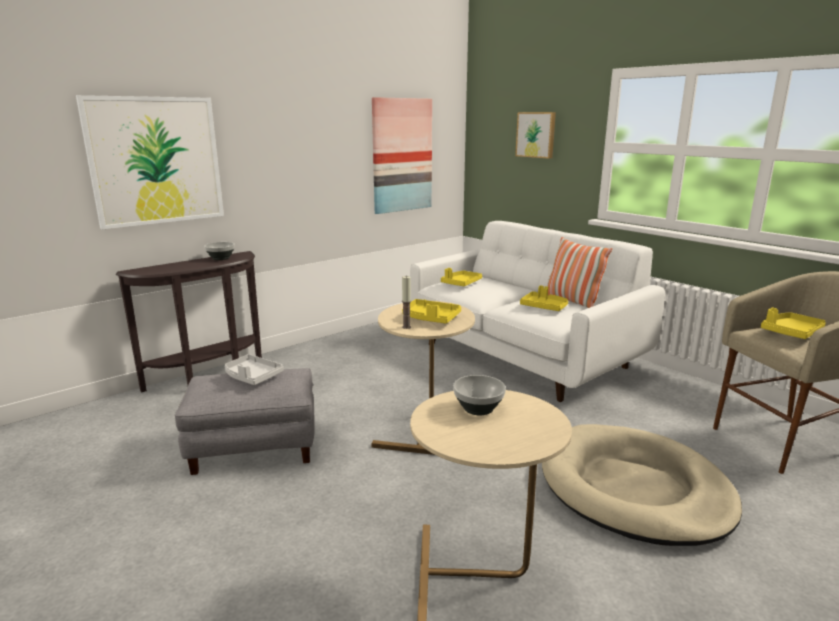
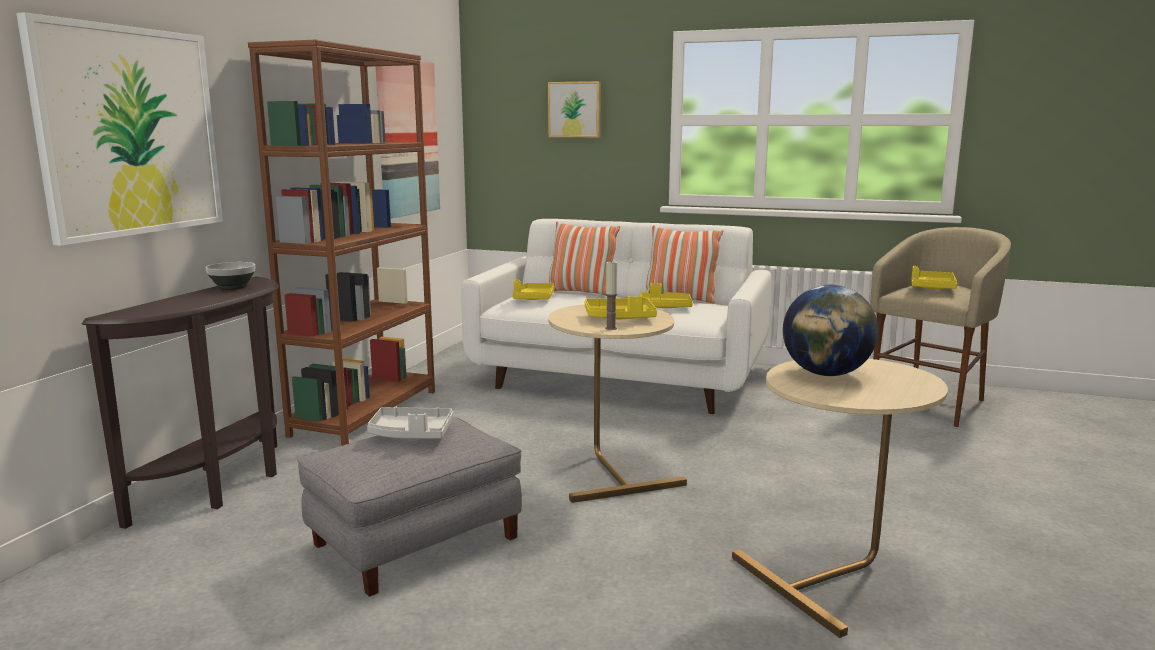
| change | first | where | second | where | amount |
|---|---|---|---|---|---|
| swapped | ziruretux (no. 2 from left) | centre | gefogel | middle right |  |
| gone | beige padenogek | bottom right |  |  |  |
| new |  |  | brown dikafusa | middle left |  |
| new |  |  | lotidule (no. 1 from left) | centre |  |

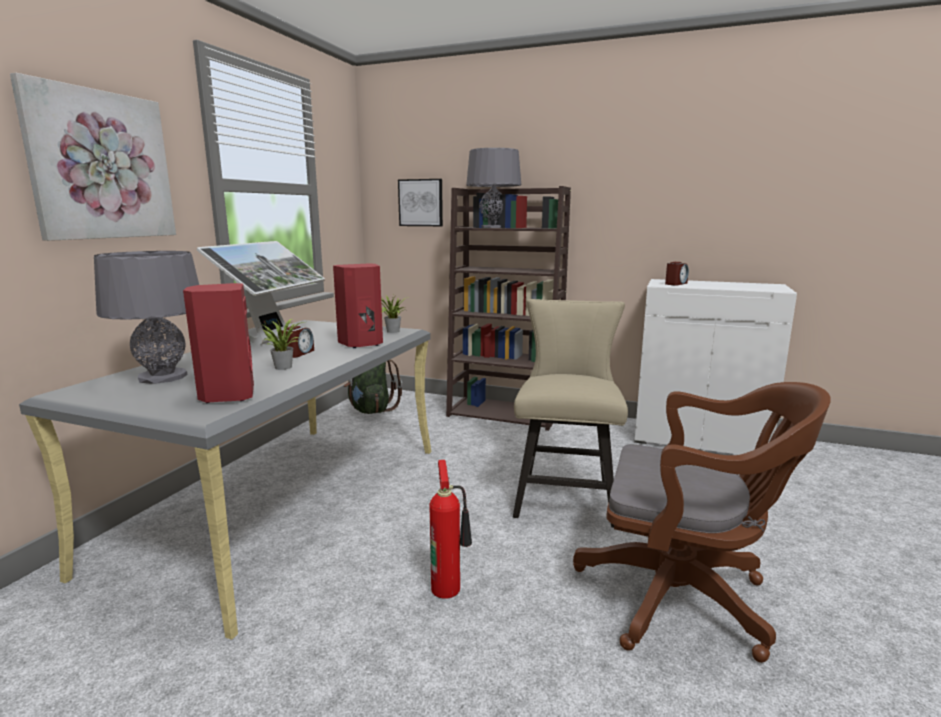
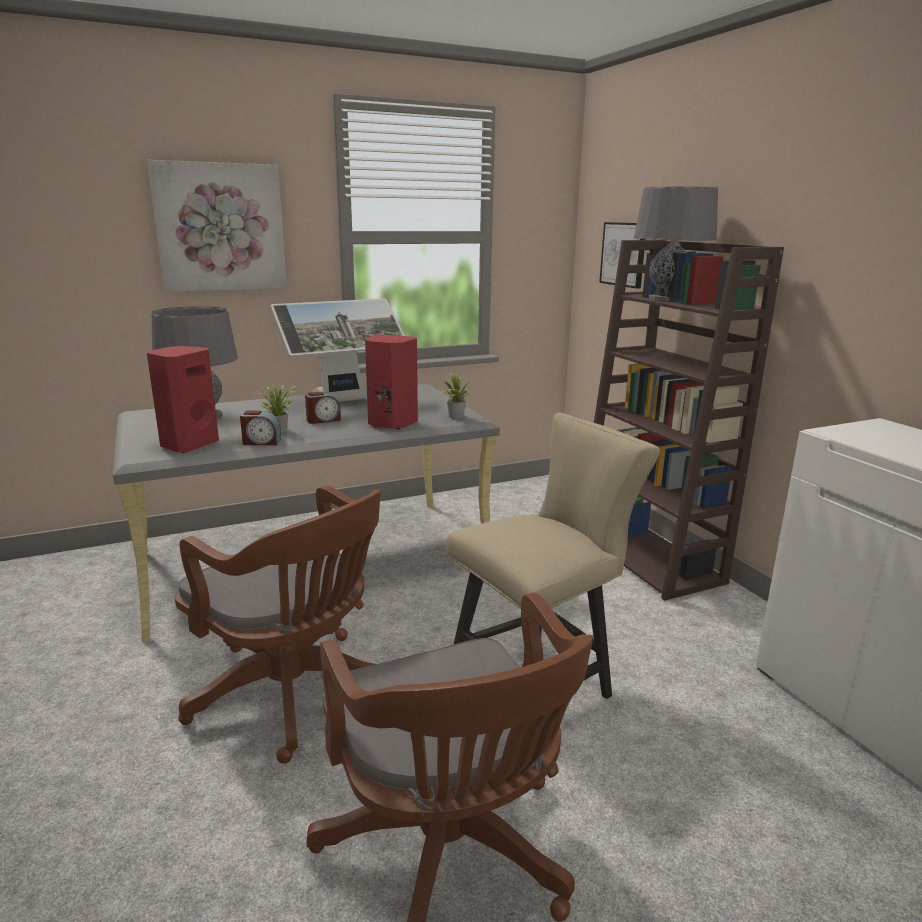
| change | first | where | second | where | amount |
|---|---|---|---|---|---|
| shifted | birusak (no. 2 from left in the first image) | middle right | birusak (no. 1 from left) | middle left |  |
| gone | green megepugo | centre |  |  |  |
| swapped | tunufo | bottom centre | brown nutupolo (no. 1 from left) | bottom left |  |

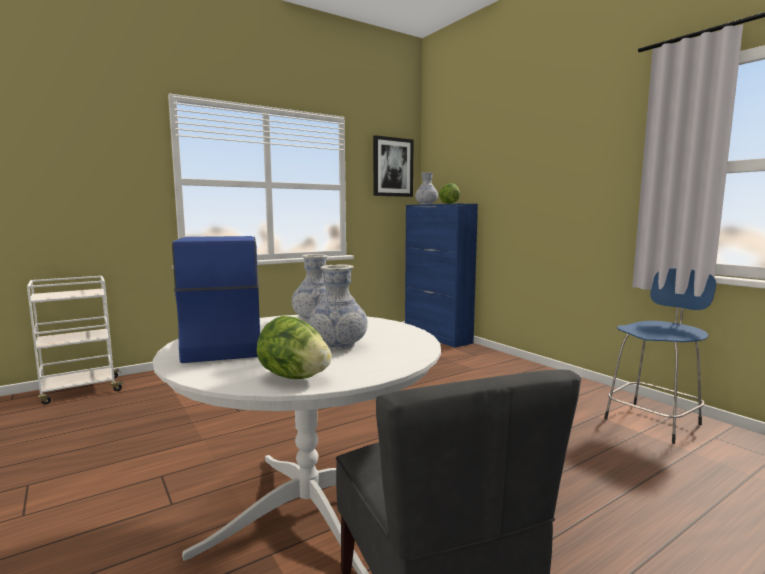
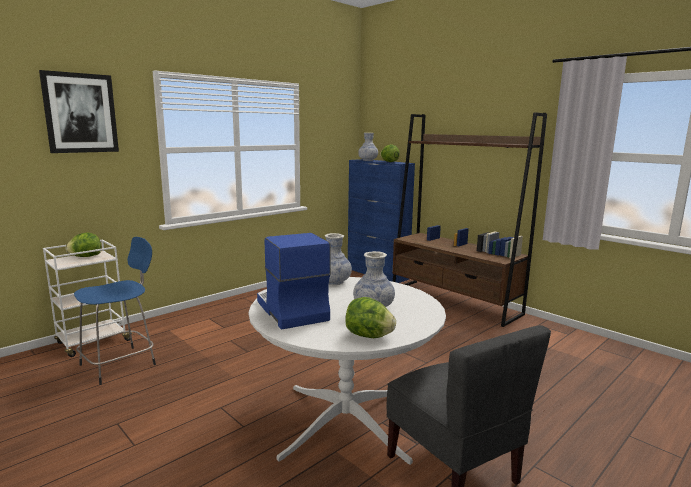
| change | first | where | second | where | amount |
|---|---|---|---|---|---|
| shifted | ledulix | top centre |  | top left |  |
| shifted | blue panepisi | middle right |  | middle left |  |
| new |  |  | brown dikafusa | middle right |  |
| new |  |  | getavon (no. 1 from left) | middle left |  |

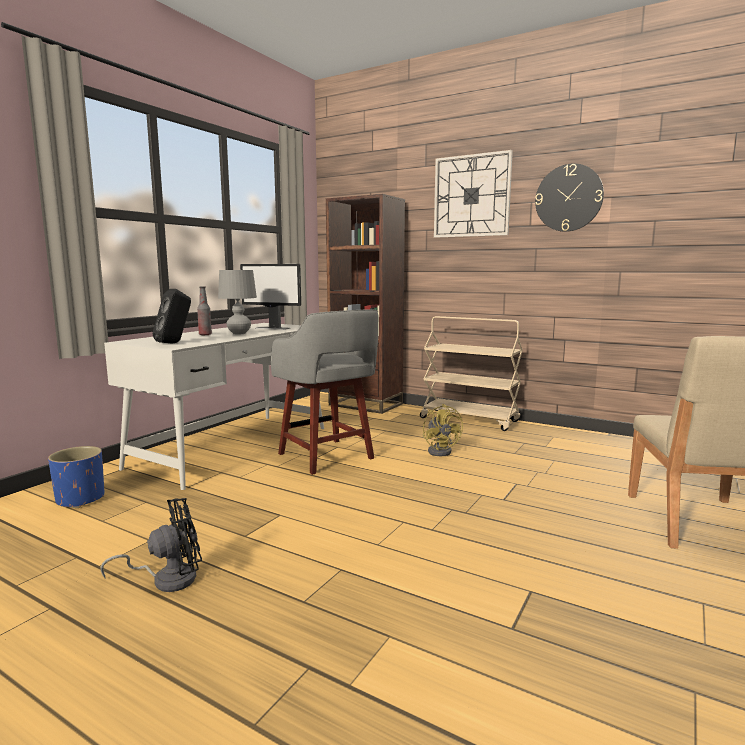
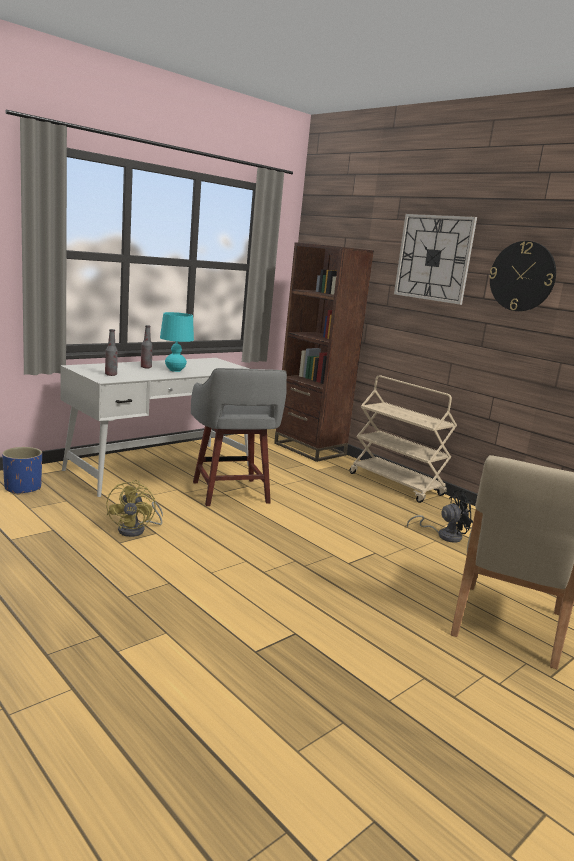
| change | first | where | second | where | amount |
|---|---|---|---|---|---|
| gone | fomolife | centre |  |  |  |
| repainted | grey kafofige | middle left | turquoise kafofige | middle left |  |
| swapped | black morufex | middle left | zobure (no. 1 from left) | middle left |  |
| shifted | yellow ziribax | centre |  | middle left |  |
| shifted | black ziribax | bottom left |  | middle right |  |

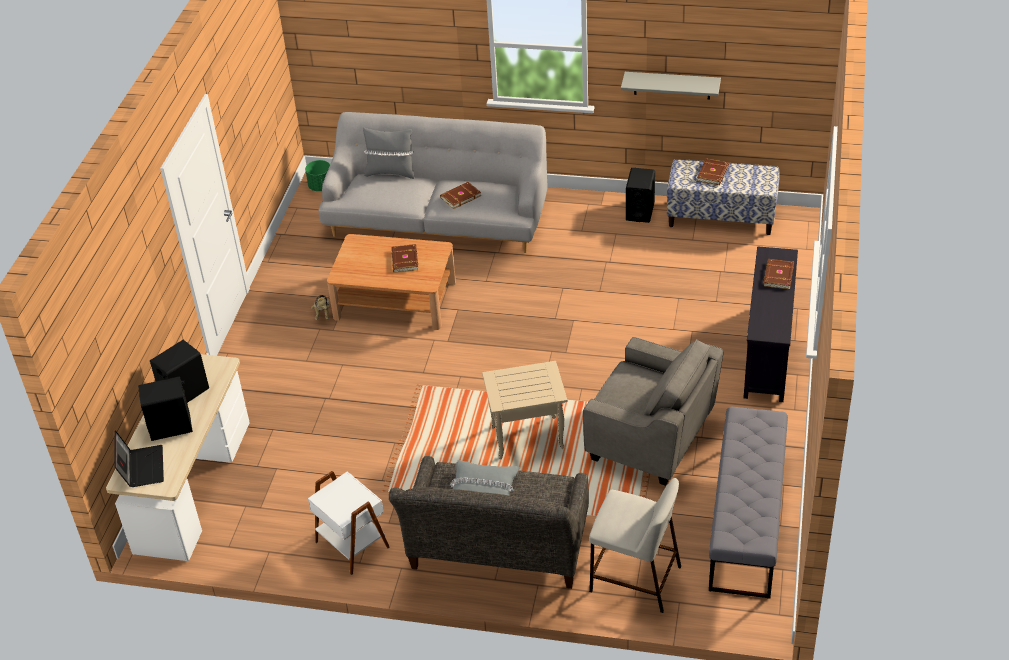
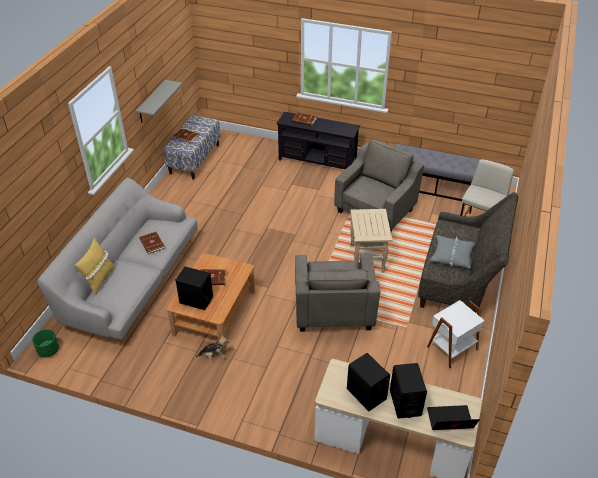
| change | first | where | second | where | amount |
|---|---|---|---|---|---|
| repainted | grey lotidule (no. 1 from left) | top centre | yellow lotidule | middle left |  |
| shifted | black morufex (no. 3 from left in the first image) | top centre | black morufex (no. 1 from left) | middle left |  |
| new |  |  | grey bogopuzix (no. 1 from left) | centre |  |

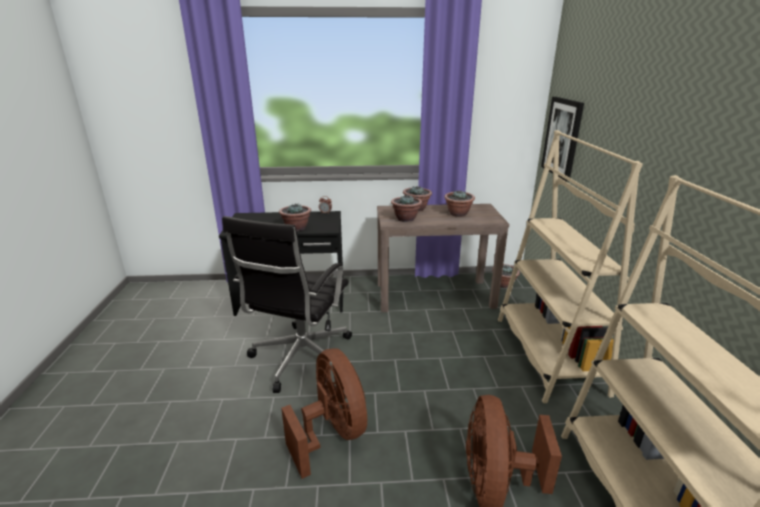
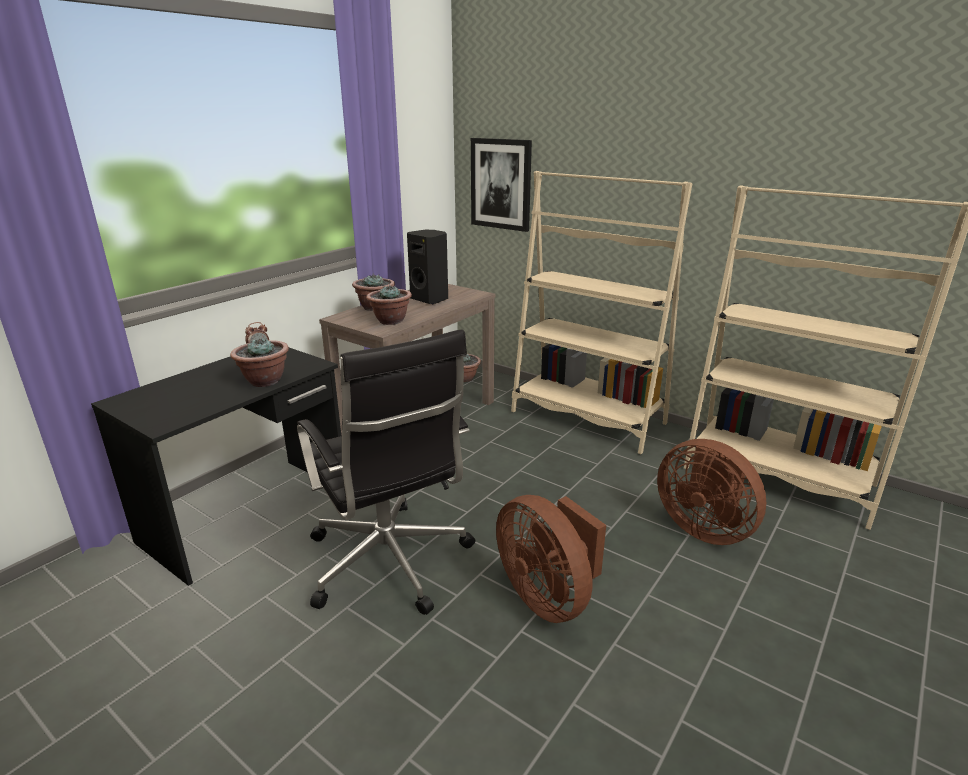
| change | first | where | second | where | amount |
|---|---|---|---|---|---|
| swapped | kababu (no. 4 from left) | centre | black morufex | centre |  |
| rotated | brown ziribax (no. 1 from left) | bottom centre |  | bottom centre | 135 degrees counterclockwise |

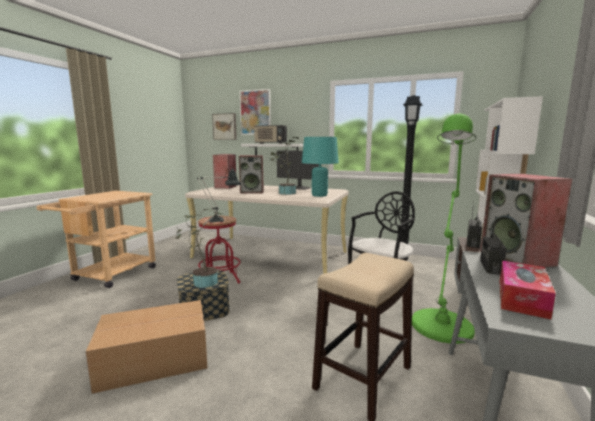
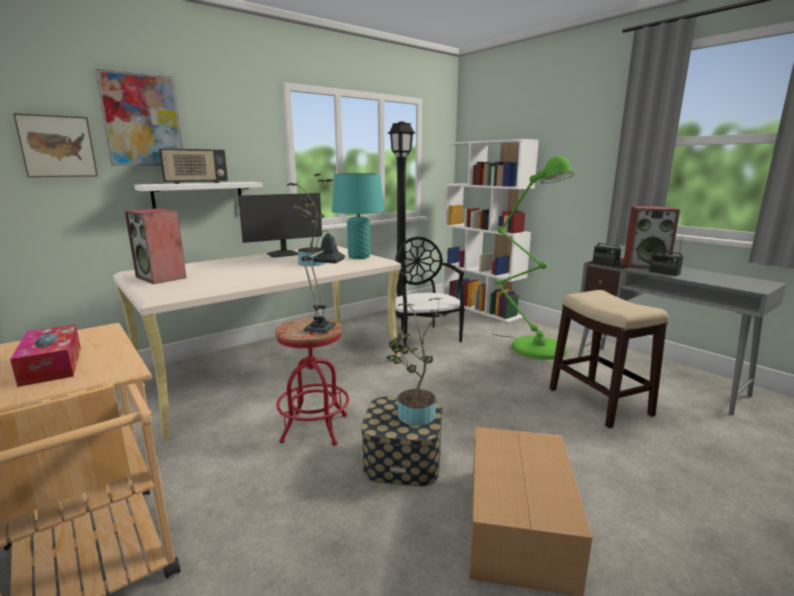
| change | first | where | second | where | amount |
|---|---|---|---|---|---|
| gone | morufex (no. 2 from left) | centre |  |  |  |
| shifted | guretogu | bottom right |  | middle left |  |

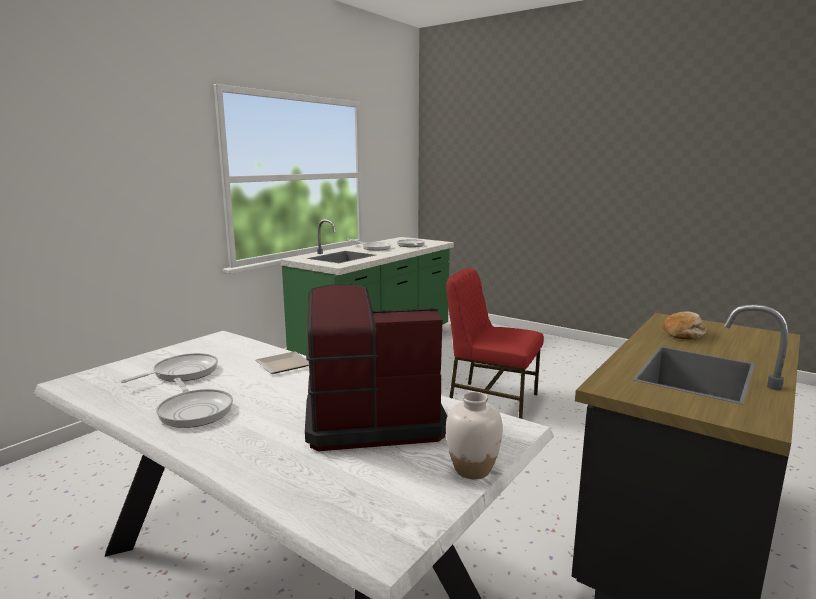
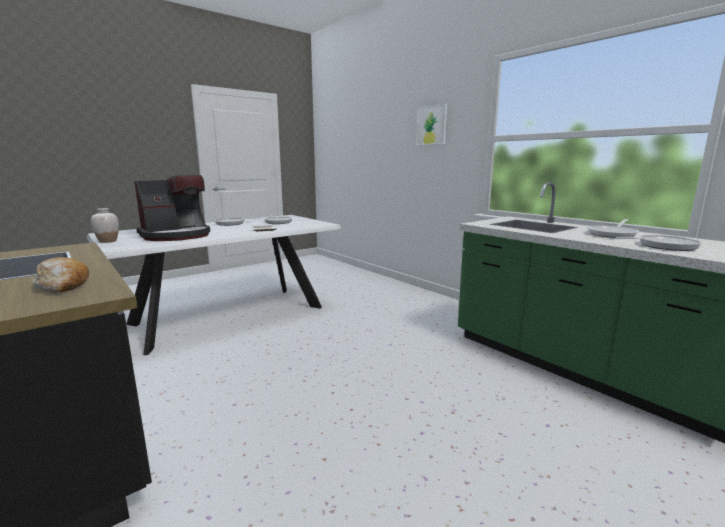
| change | first | where | second | where | amount |
|---|---|---|---|---|---|
| gone | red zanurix | centre |  |  |  |
| rotated | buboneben | centre |  | middle left | 45 degrees clockwise |
| new |  |  | ledulix | top centre |  |

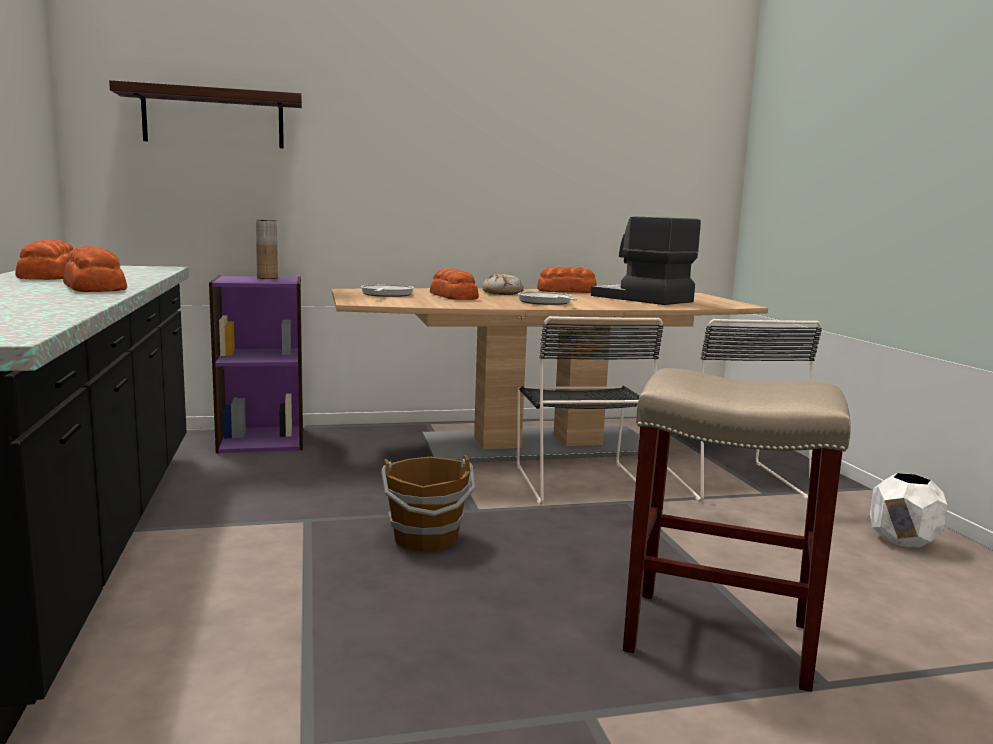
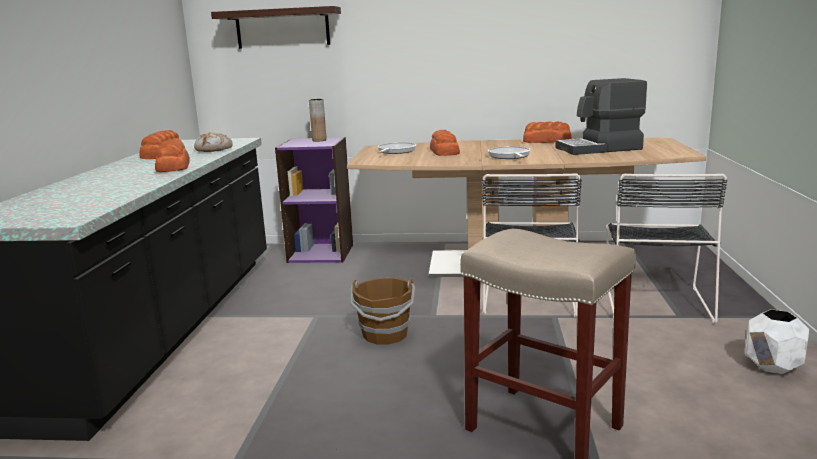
| change | first | where | second | where | amount |
|---|---|---|---|---|---|
| rotated | buboneben | centre |  | top right | 75 degrees counterclockwise |
| shifted | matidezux (no. 4 from left in the first image) | centre | matidezux (no. 3 from left) | top left |  |

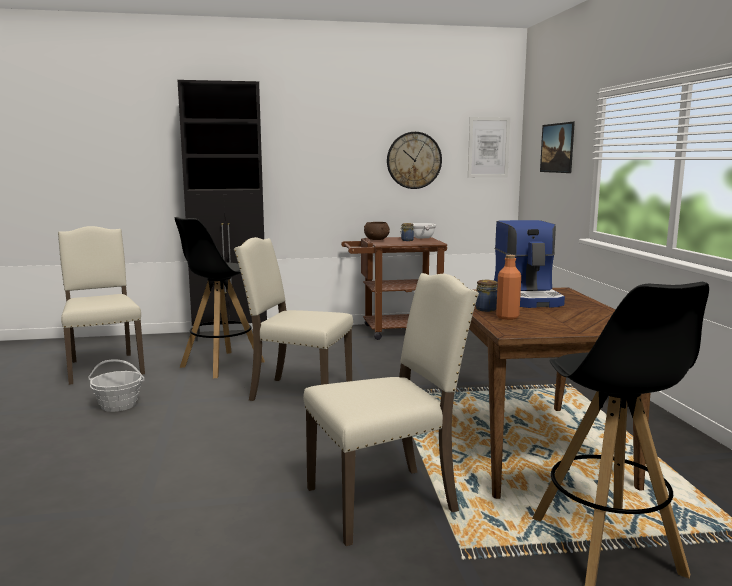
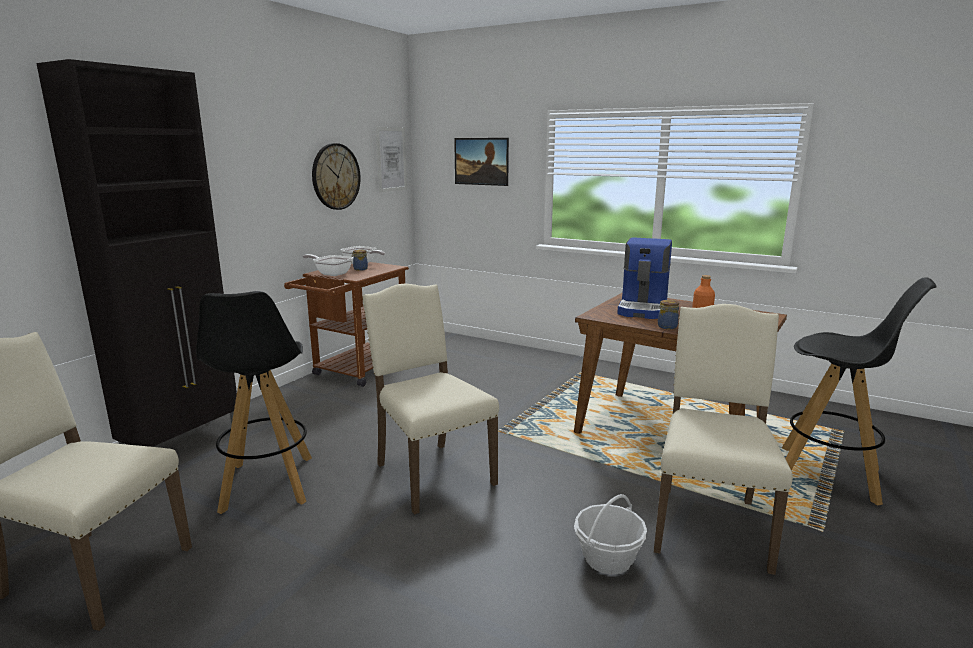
| change | first | where | second | where | amount |
|---|---|---|---|---|---|
| rotated | buboneben | middle right |  | centre | 75 degrees clockwise |
| swapped | brown ziruretux | centre | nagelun (no. 1 from left) | centre |  |
| rotated | beige zanurix (no. 2 from left) | centre |  | centre | 90 degrees clockwise |
| shifted | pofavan | middle left |  | bottom centre |  |

